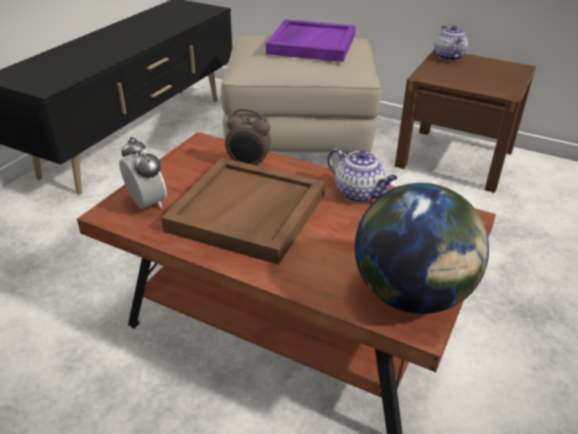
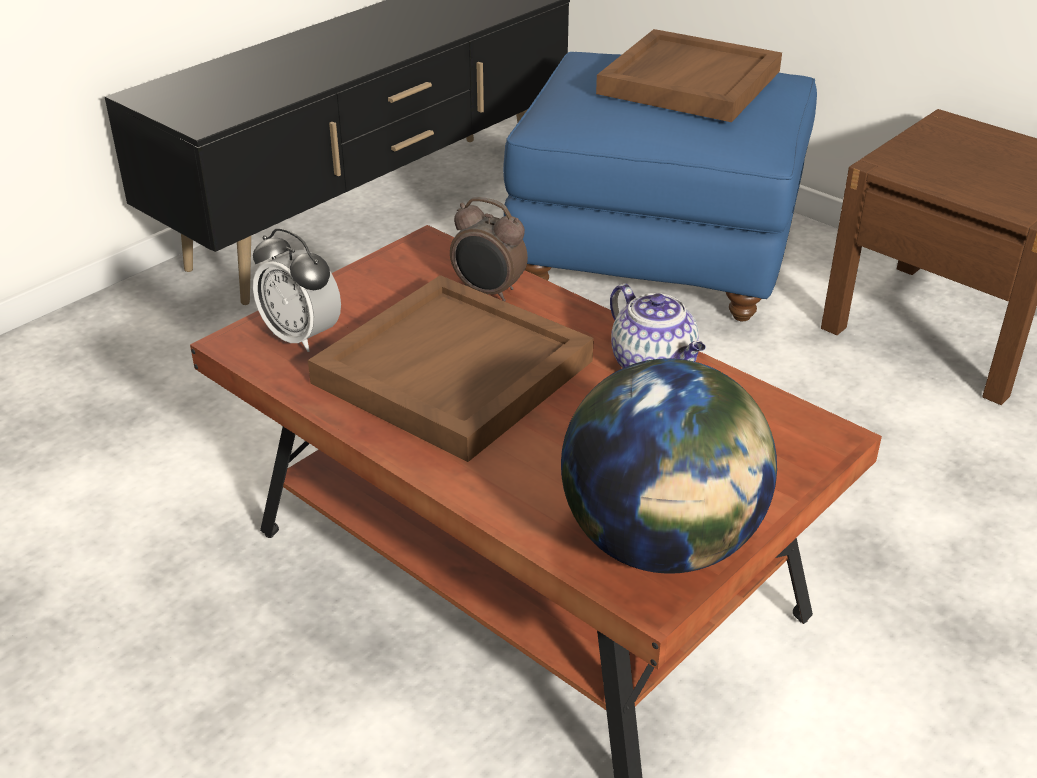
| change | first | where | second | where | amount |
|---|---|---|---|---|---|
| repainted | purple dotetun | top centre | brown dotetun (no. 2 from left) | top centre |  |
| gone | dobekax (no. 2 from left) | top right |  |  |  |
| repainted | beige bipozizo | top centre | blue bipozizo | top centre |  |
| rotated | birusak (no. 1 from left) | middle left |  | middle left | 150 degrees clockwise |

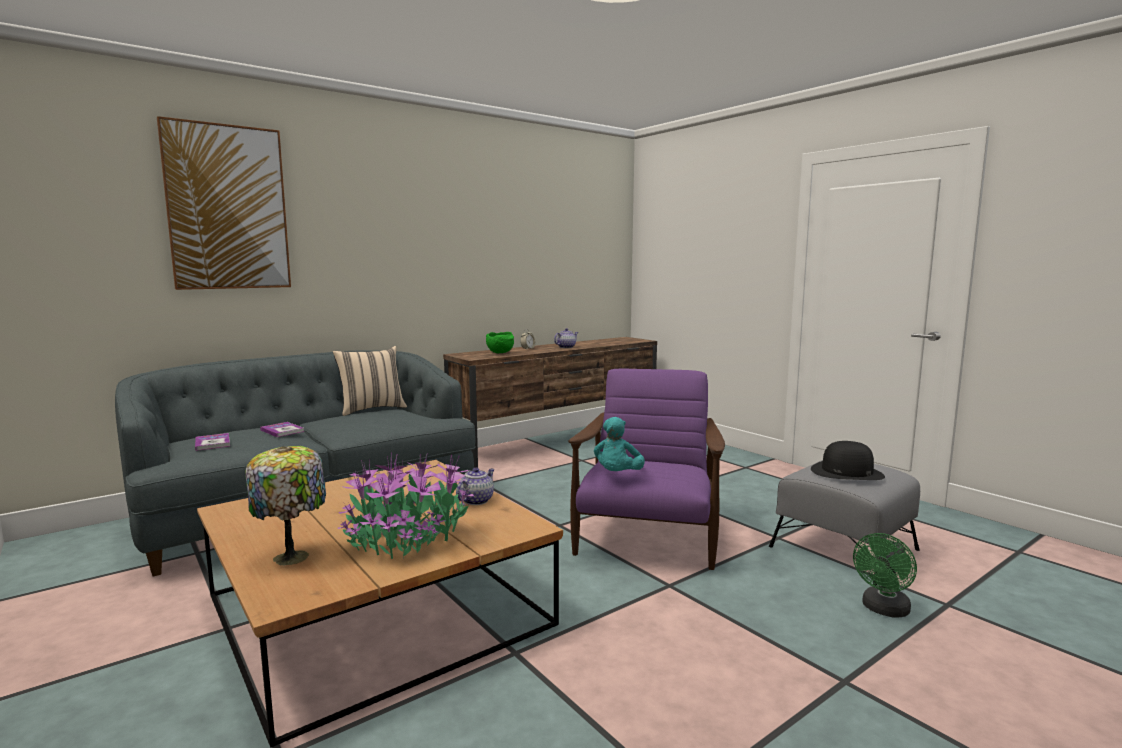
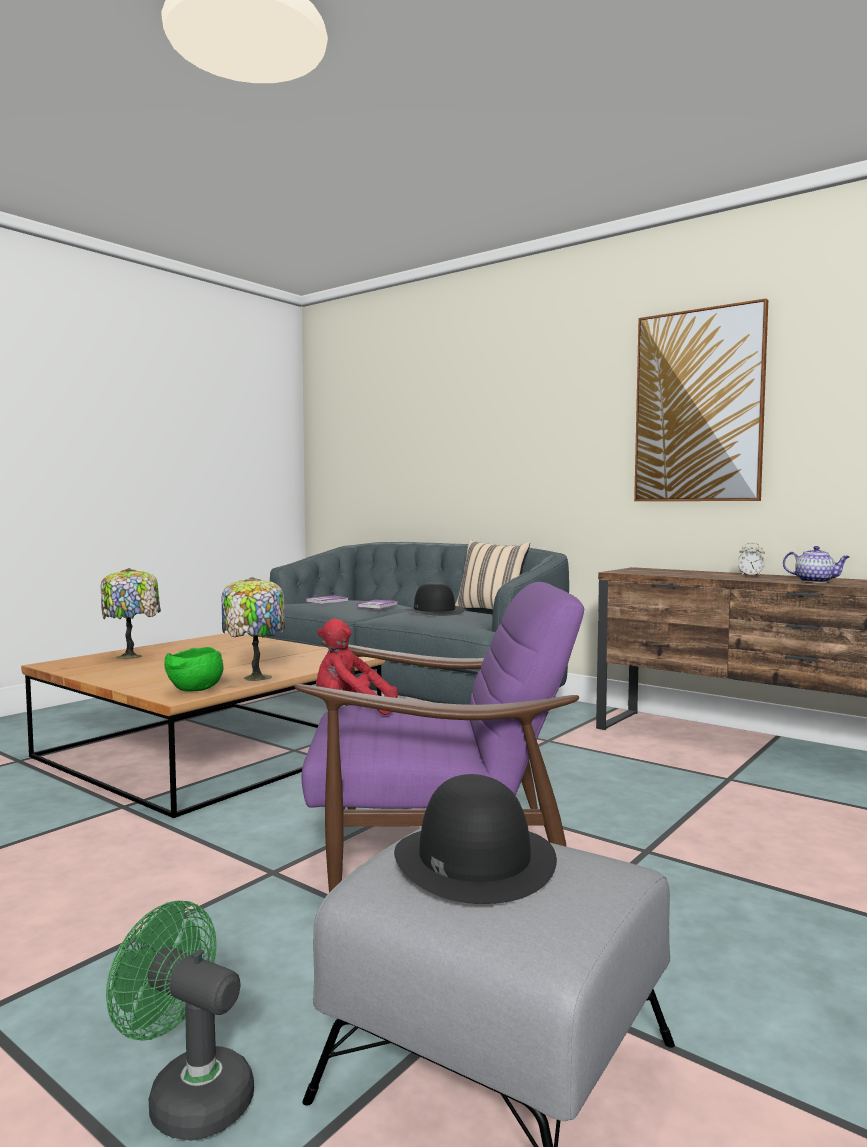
| change | first | where | second | where | amount |
|---|---|---|---|---|---|
| shifted | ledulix | top left |  | middle right |  |
| shifted | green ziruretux | centre |  | middle left |  |
| repainted | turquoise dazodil | centre | red dazodil | centre |  |
| gone | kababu | bottom centre |  |  |  |
| swapped | dobekax (no. 1 from left) | centre | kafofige (no. 2 from left) | middle left |  |
| new |  |  | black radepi (no. 1 from left) | centre |  |

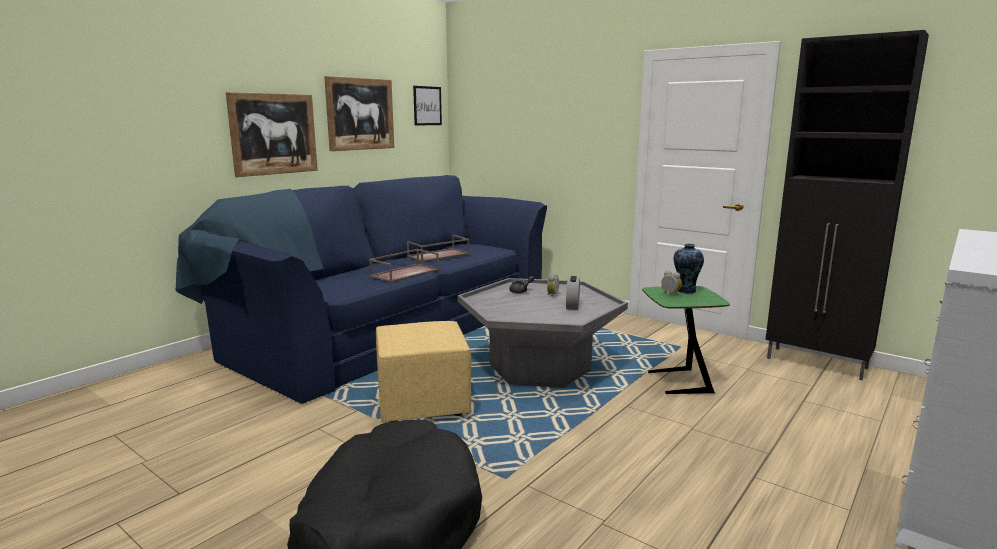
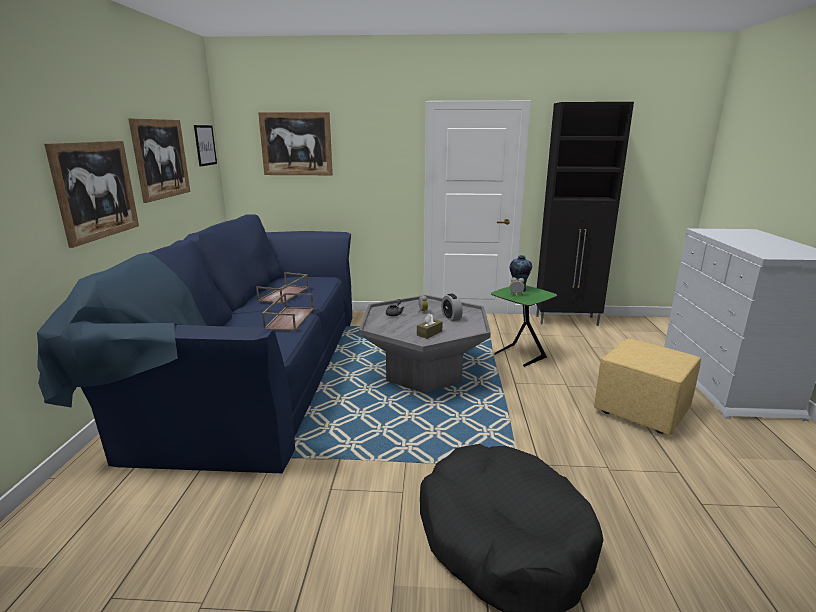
| change | first | where | second | where | amount |
|---|---|---|---|---|---|
| shifted | yellow bipozizo | bottom centre |  | middle right |  |
| new |  |  | ledulix (no. 4 from left) | top centre |  |
| new |  |  | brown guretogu | centre |  |

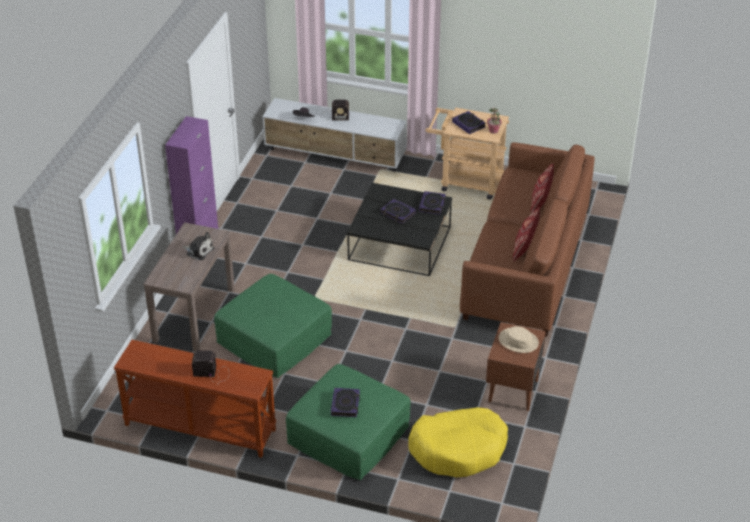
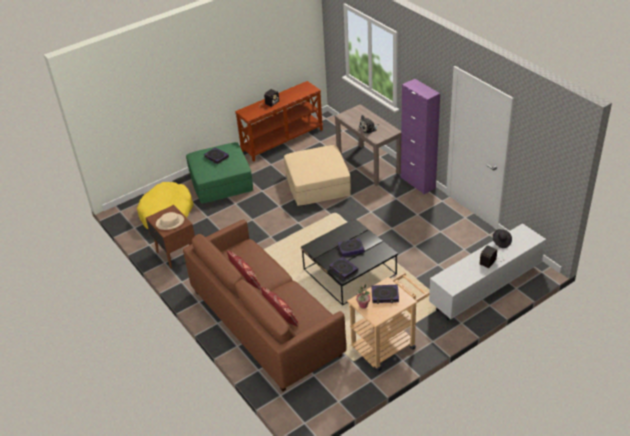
| change | first | where | second | where | amount |
|---|---|---|---|---|---|
| repainted | green bipozizo (no. 1 from left) | centre | beige bipozizo | centre |  |

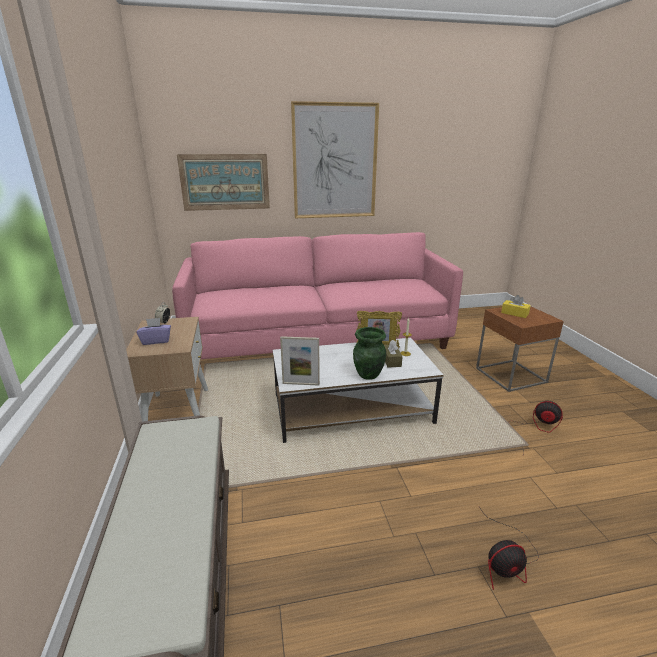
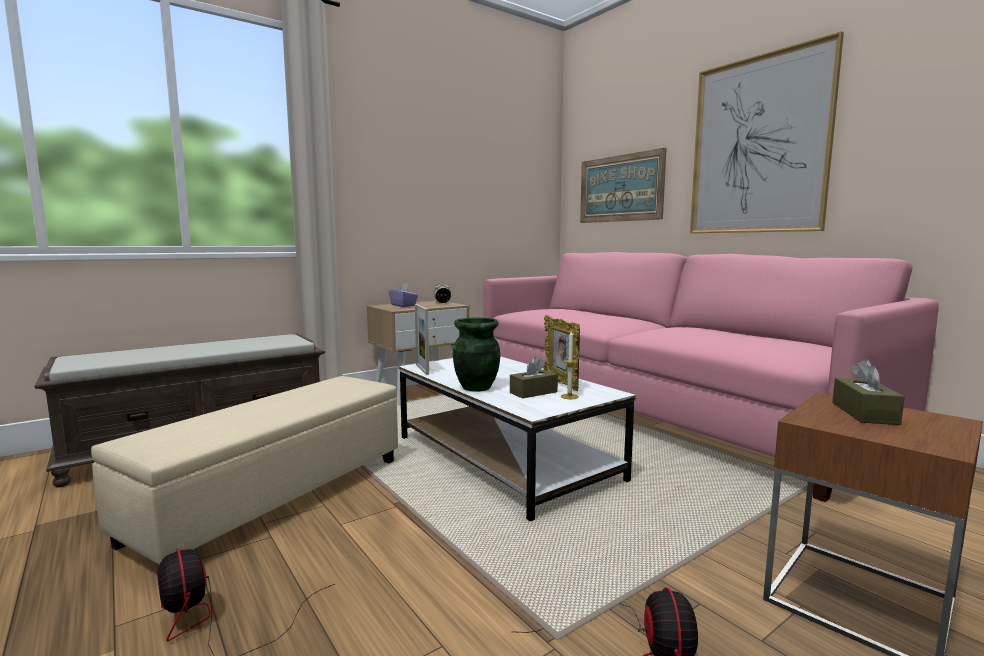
| change | first | where | second | where | amount |
|---|---|---|---|---|---|
| repainted | yellow guretogu | middle right | brown guretogu (no. 2 from left) | middle right |  |
| new |  |  | beige bipozizo | bottom left |  |

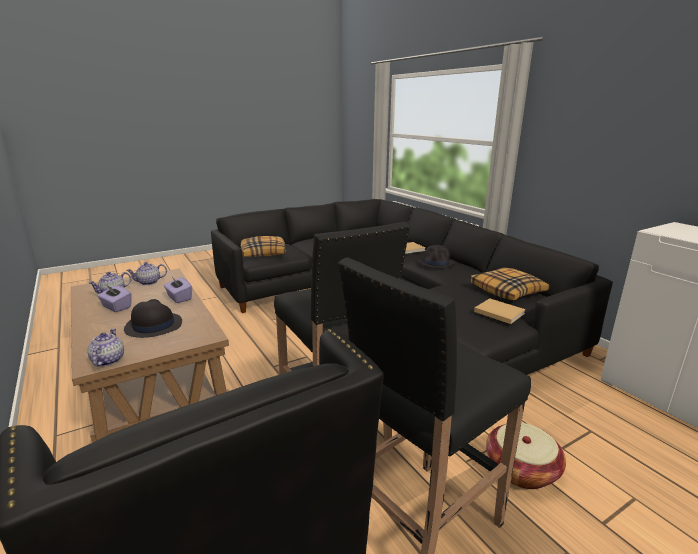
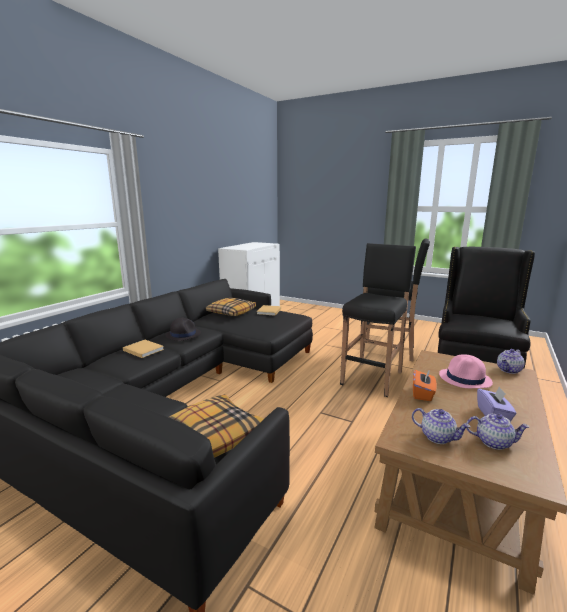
| change | first | where | second | where | amount |
|---|---|---|---|---|---|
| repainted | purple guretogu (no. 2 from left) | middle left | orange guretogu | middle right |  |
| repainted | black radepi (no. 1 from left) | middle left | pink radepi | middle right |  |
| gone | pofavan | bottom right |  |  |  |

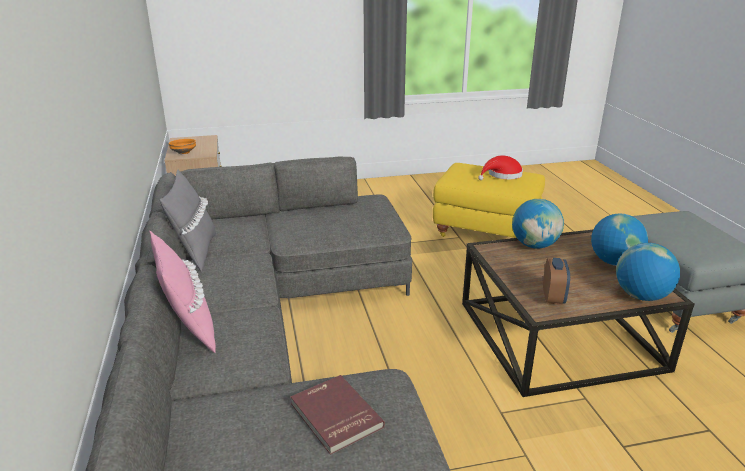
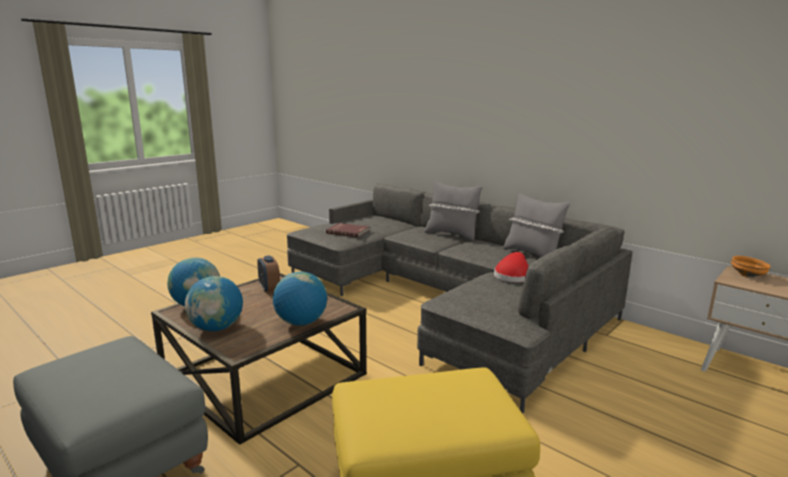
| change | first | where | second | where | amount |
|---|---|---|---|---|---|
| shifted | red radepi | middle right |  | centre |  |
| repainted | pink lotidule | middle left | grey lotidule (no. 1 from left) | centre |  |

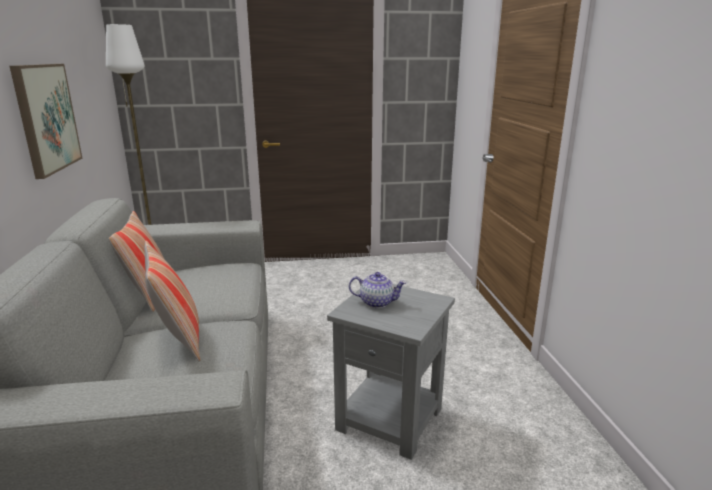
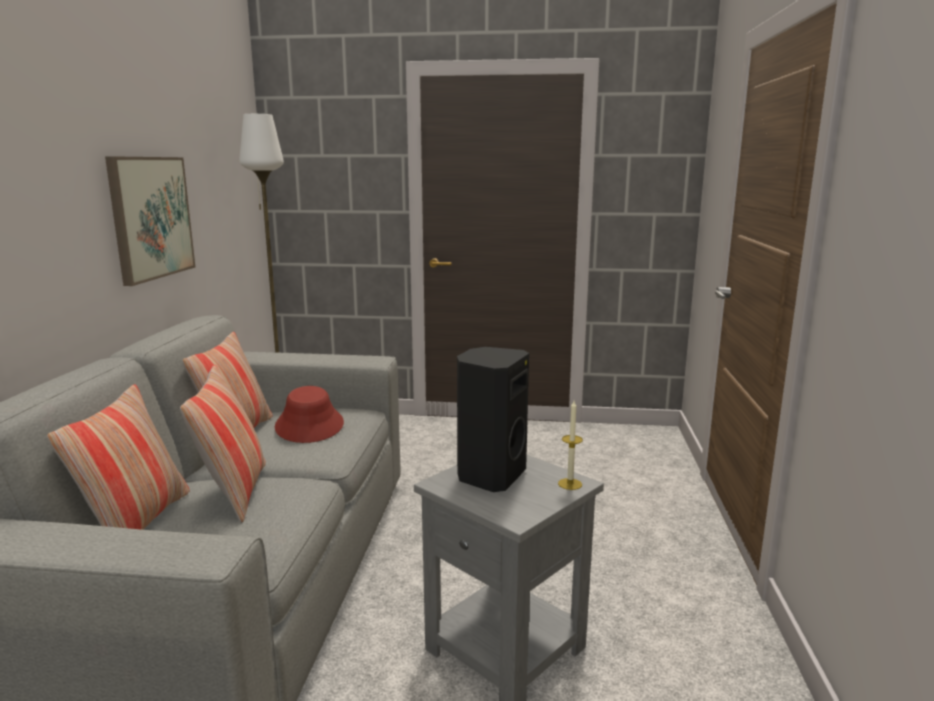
| change | first | where | second | where | amount |
|---|---|---|---|---|---|
| swapped | dobekax | centre | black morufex | centre |  |
| new |  |  | lotidule (no. 1 from left) | middle left |  |
| new |  |  | red radepi | middle left |  |
| new |  |  | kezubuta | centre |  |

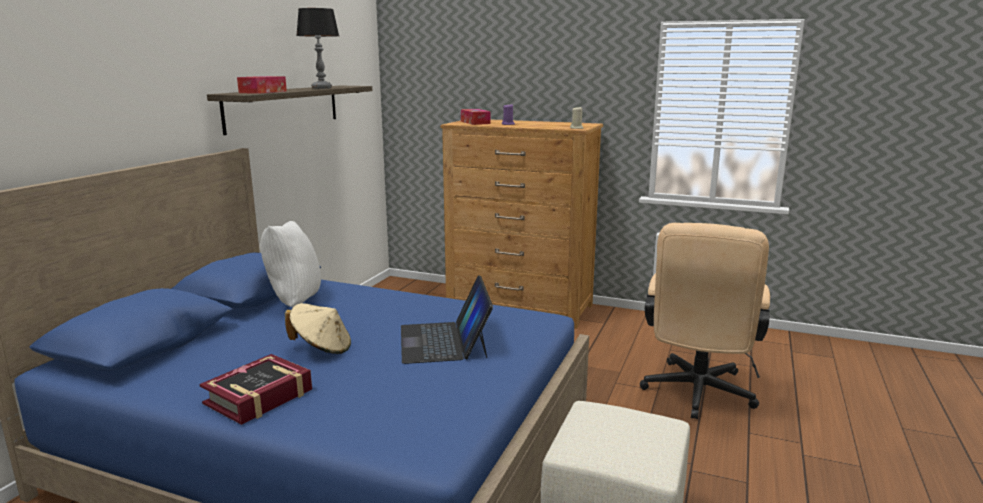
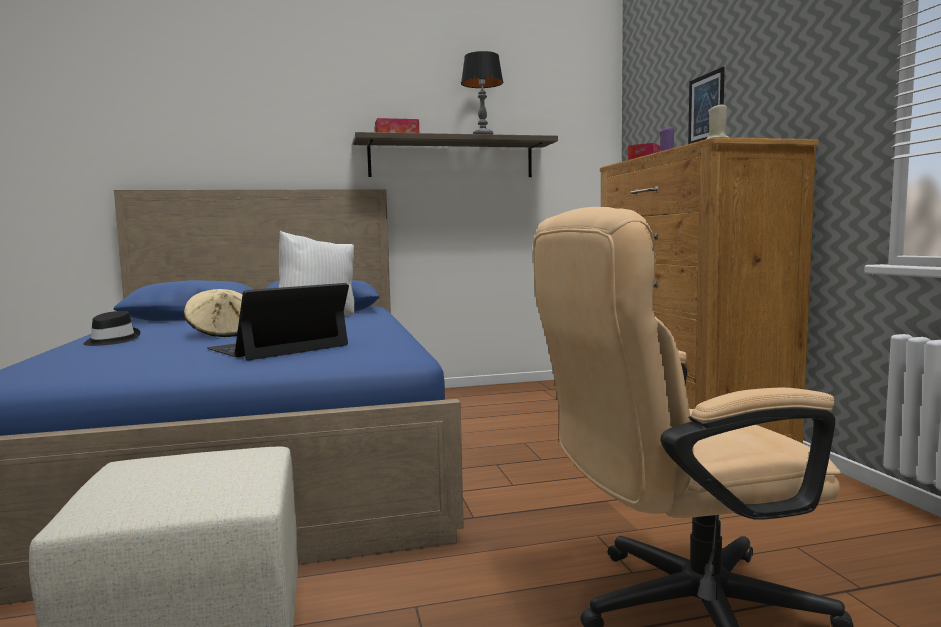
| change | first | where | second | where | amount |
|---|---|---|---|---|---|
| swapped | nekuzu | bottom left | black radepi | middle left |  |
| new |  |  | ledulix | top right |  |

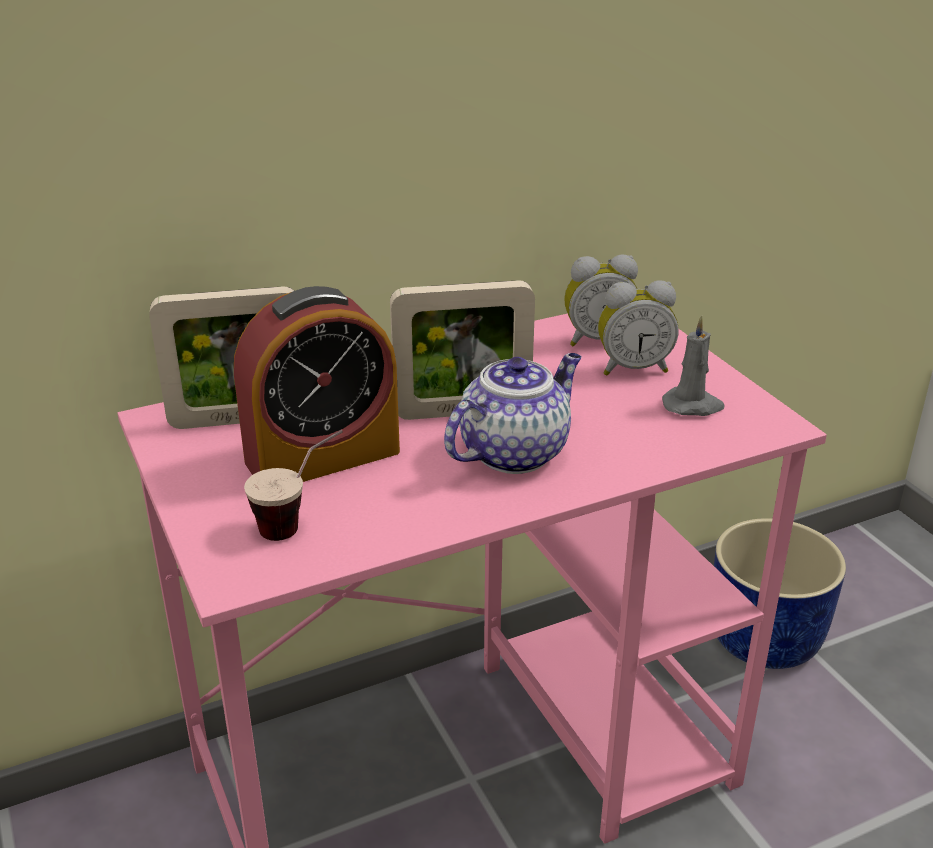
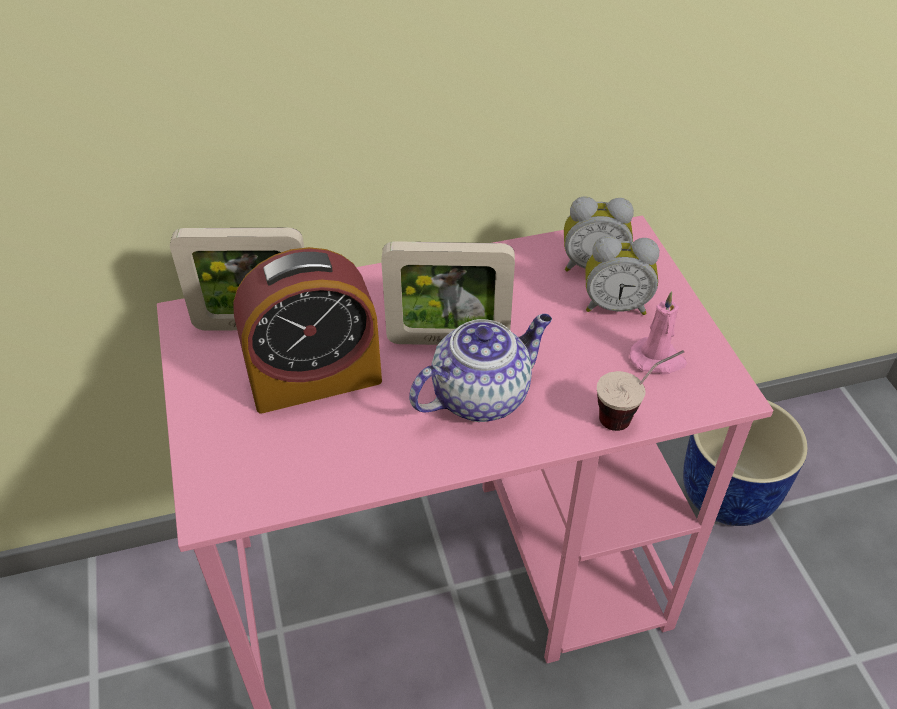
| change | first | where | second | where | amount |
|---|---|---|---|---|---|
| repainted | grey kezubuta | middle right | pink kezubuta | middle right |  |
| shifted | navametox | middle left |  | middle right |  |

